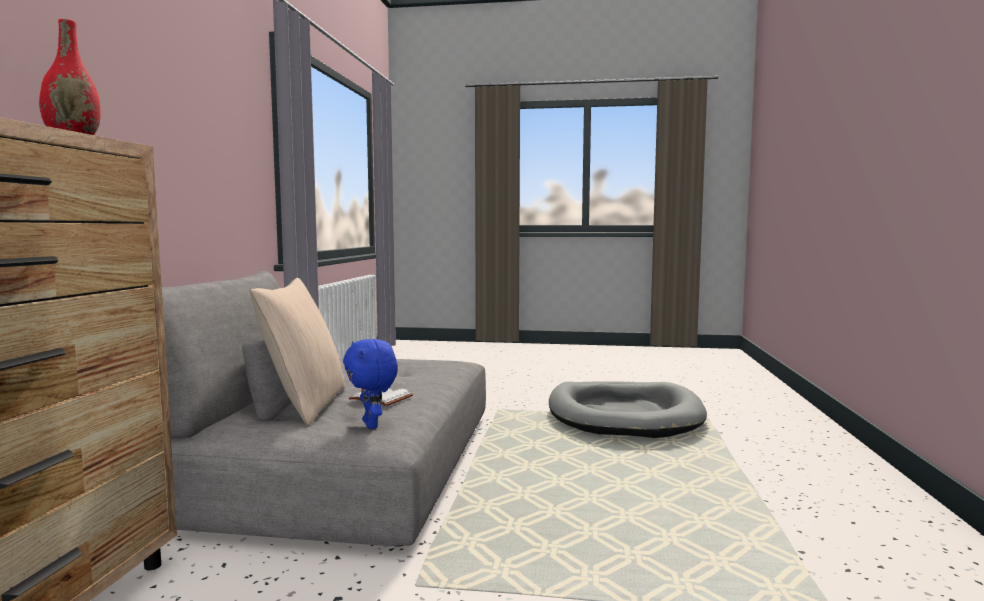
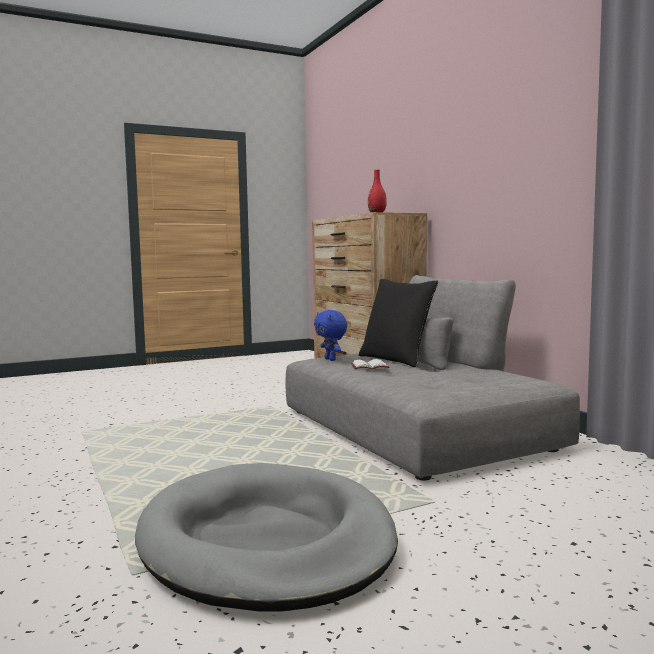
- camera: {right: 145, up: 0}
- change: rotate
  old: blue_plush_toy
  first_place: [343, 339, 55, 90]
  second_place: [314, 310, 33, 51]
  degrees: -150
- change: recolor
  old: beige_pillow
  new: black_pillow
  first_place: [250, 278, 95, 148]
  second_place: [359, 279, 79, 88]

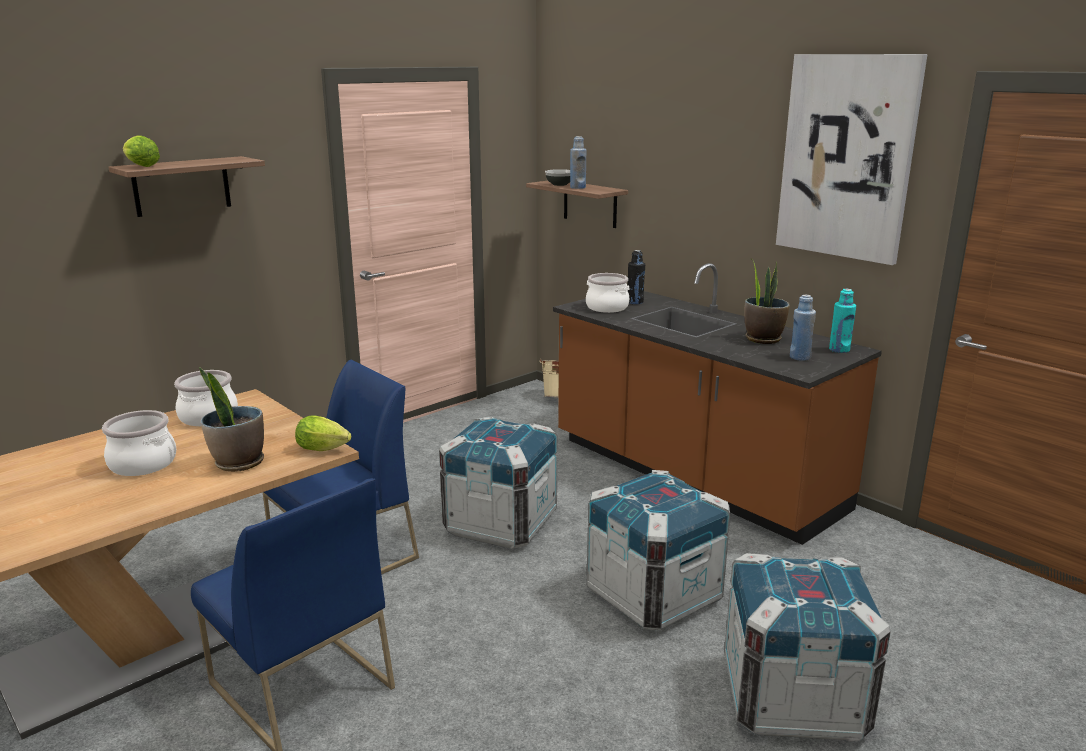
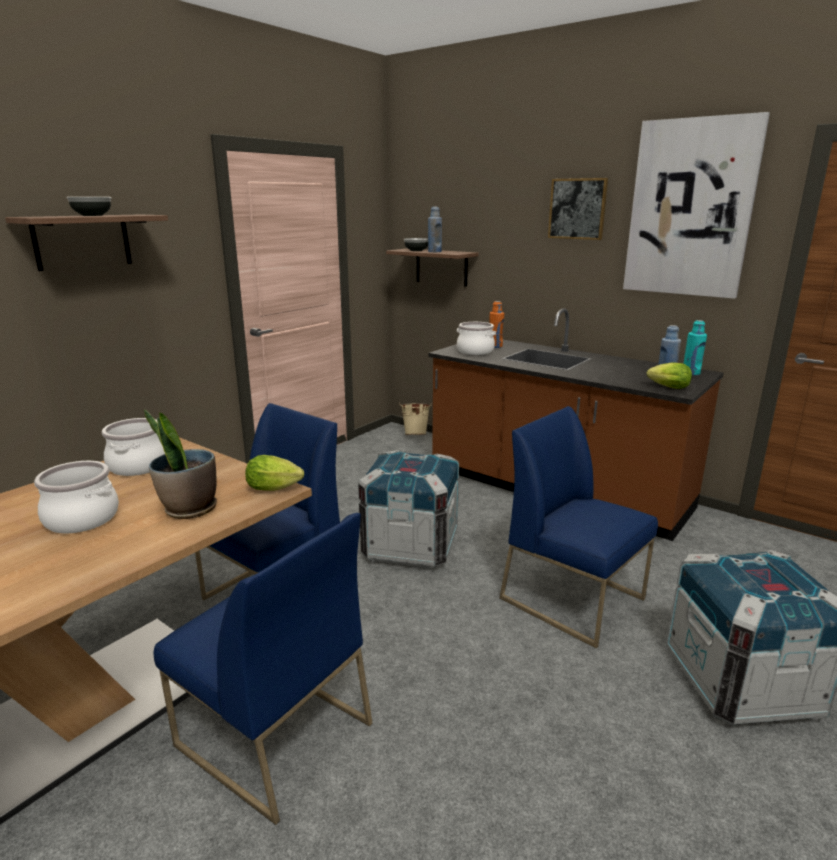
- camera: {right: -10, up: 0}
- change: insert
  new: bowl
  second_place: [67, 197, 45, 19]
- change: recolor
  old: black_bottle
  new: orange_bottle
  first_place: [627, 250, 18, 54]
  second_place: [489, 301, 15, 47]
- change: replace
  old: crate
  new: blue_chair
  first_place: [587, 470, 143, 161]
  second_place: [499, 406, 159, 242]
- change: insert
  new: picture
  second_place: [548, 178, 60, 62]
- change: move
  old: lettuce
  first_place: [123, 135, 37, 32]
  second_place: [647, 362, 45, 27]
- change: delete
  old: potted_plant
  first_place: [744, 261, 46, 83]

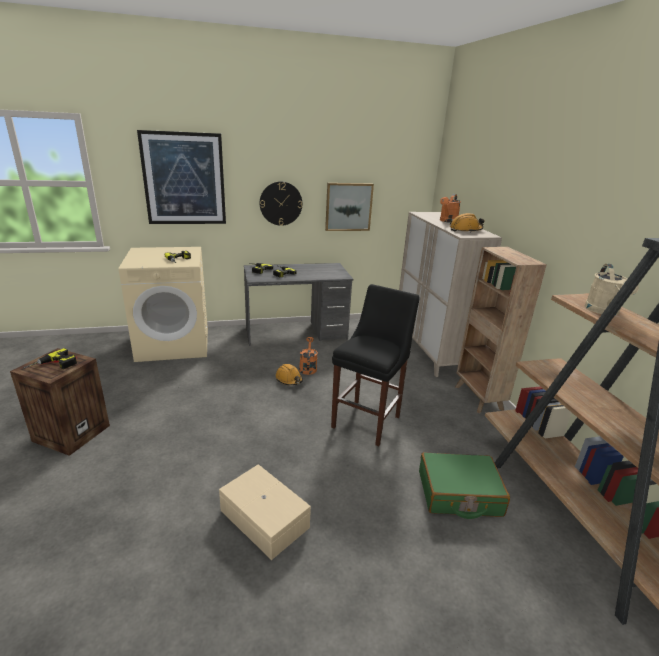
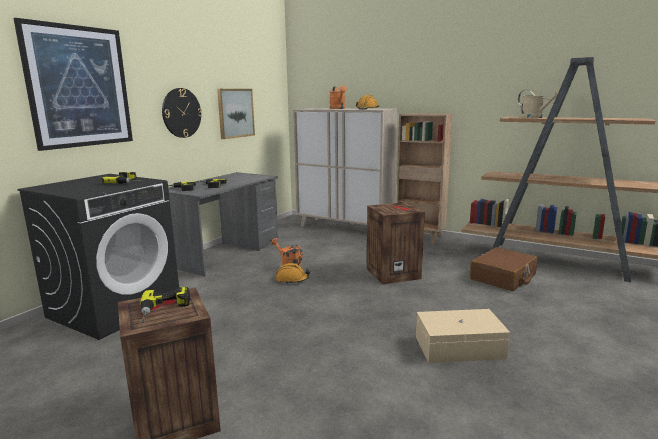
- camera: {right: -45, up: -10}
- change: recolor
  old: beige_washing_machine
  new: black_washing_machine
  first_place: [118, 247, 90, 115]
  second_place: [18, 174, 161, 166]
- change: replace
  old: black_stool
  new: crate
  first_place: [331, 284, 89, 163]
  second_place: [367, 202, 58, 82]
- change: recolor
  old: green_suitcase
  new: brown_suitcase
  first_place: [419, 452, 91, 67]
  second_place: [470, 247, 67, 44]

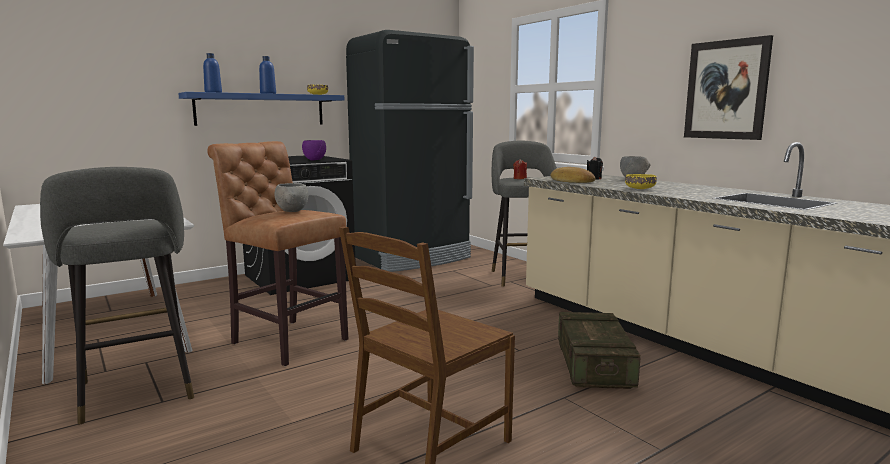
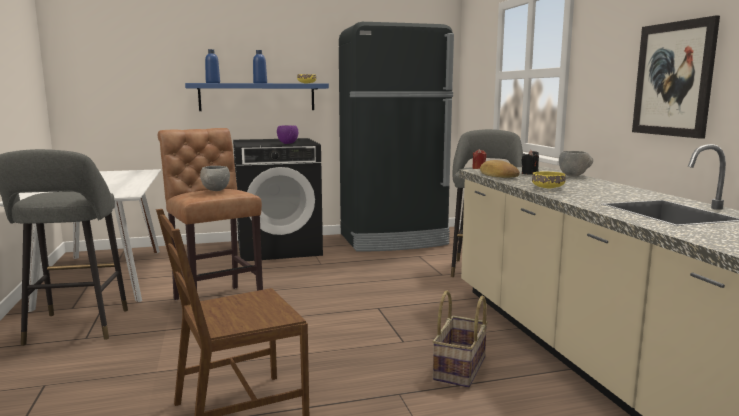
- camera: {right: 20, up: 0}
- change: replace
  old: crate
  new: basket
  first_place: [558, 312, 82, 77]
  second_place: [432, 290, 56, 98]

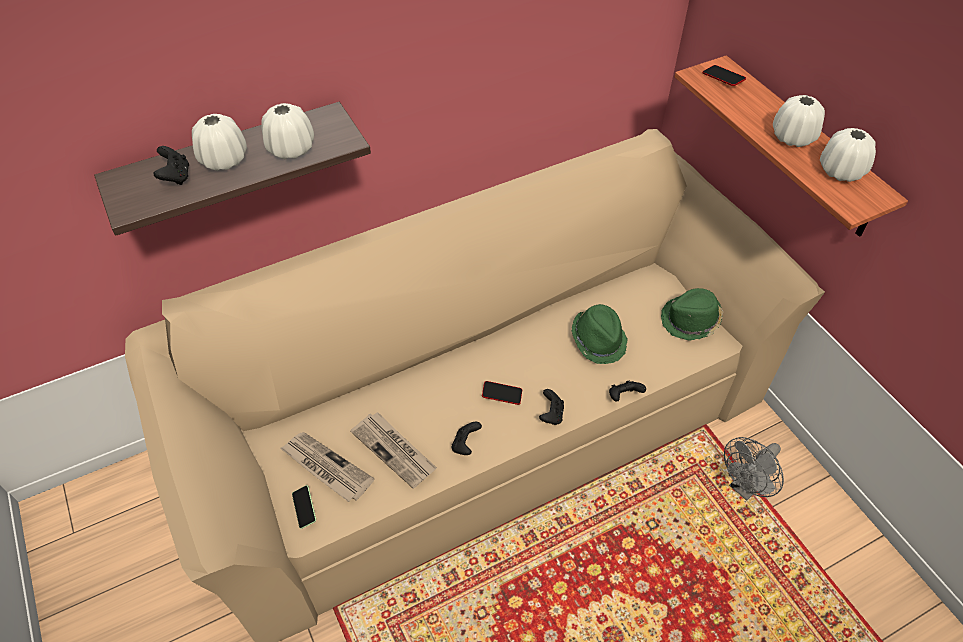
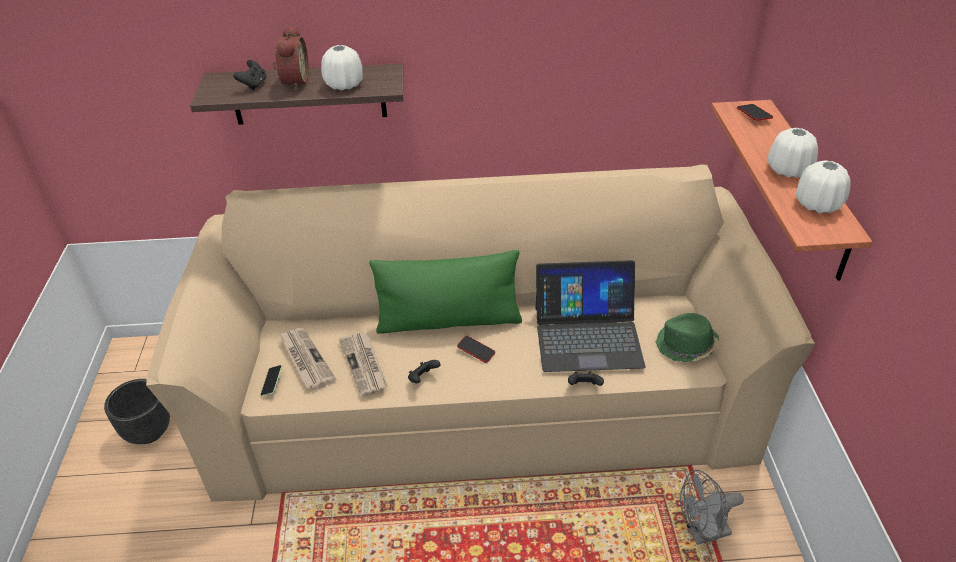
- camera: {right: 25, up: -10}
- change: insert
  new: black_planter
  second_place: [104, 379, 66, 65]
- change: replace
  old: white_vase
  new: alarm_clock
  first_place: [192, 114, 55, 57]
  second_place: [273, 25, 36, 65]
- change: insert
  new: green_pillow
  second_place: [369, 250, 153, 84]
- change: replace
  old: green_hat
  new: laptop
  first_place: [572, 304, 56, 60]
  second_place: [535, 260, 111, 112]
- change: delete
  old: black_game_controller
  first_place: [539, 389, 25, 36]

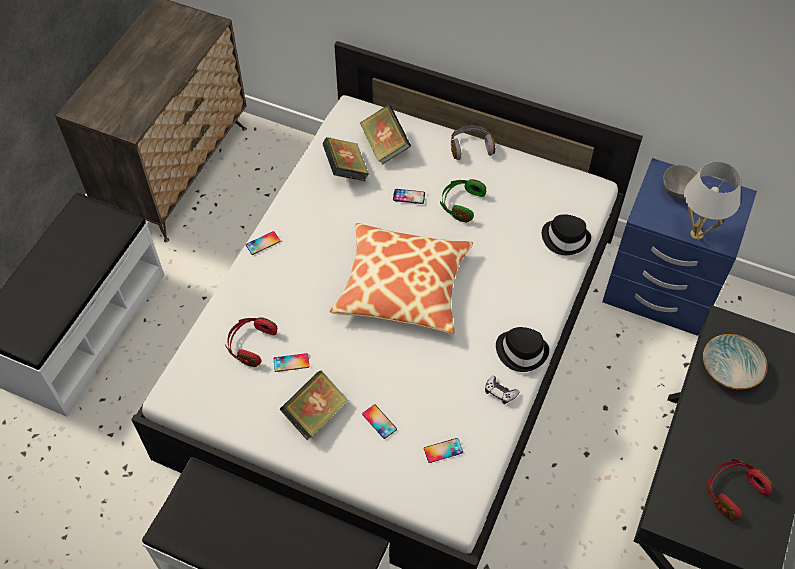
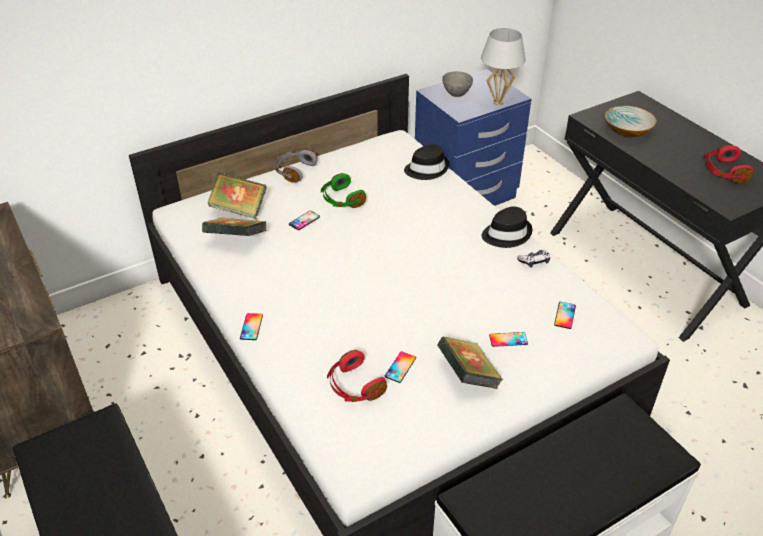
- camera: {right: -55, up: -15}
- change: delete
  old: pillow
  first_place: [330, 223, 143, 111]

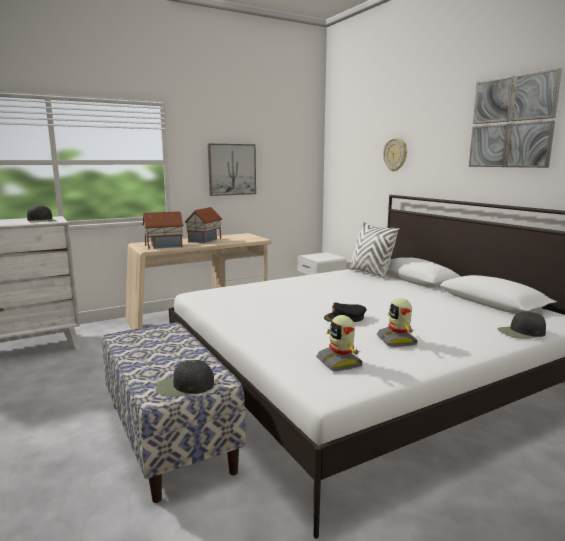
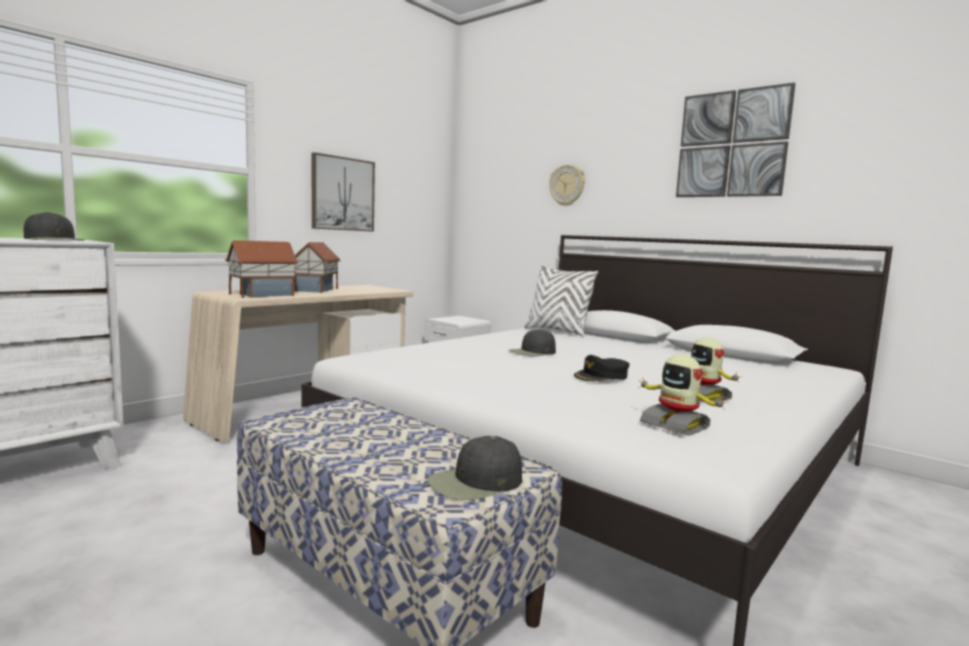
- camera: {right: -20, up: -5}
- change: move
  old: black_cap
  first_place: [498, 311, 48, 28]
  second_place: [508, 329, 48, 27]

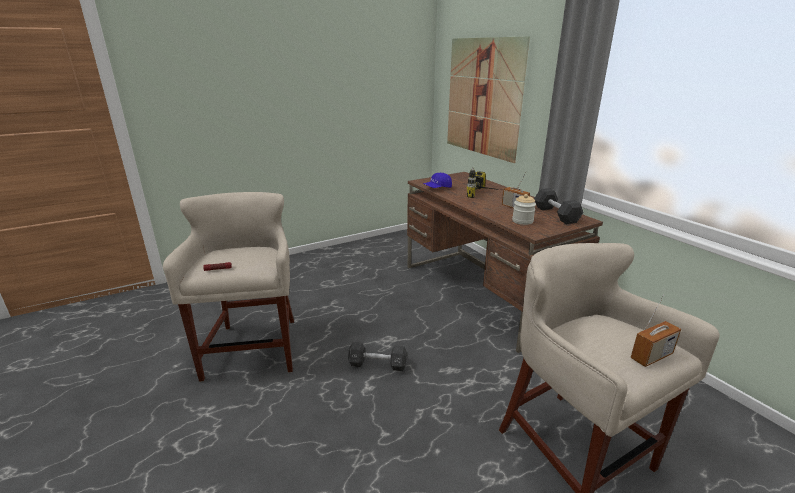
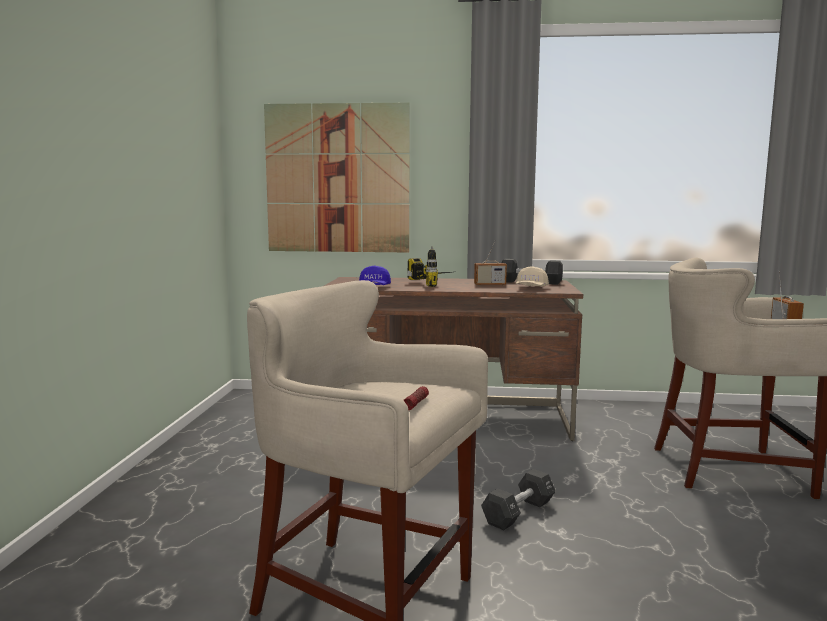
- camera: {right: -55, up: -15}
- change: replace
  old: jar
  new: beige_cap
  first_place: [512, 194, 24, 31]
  second_place: [515, 266, 34, 21]

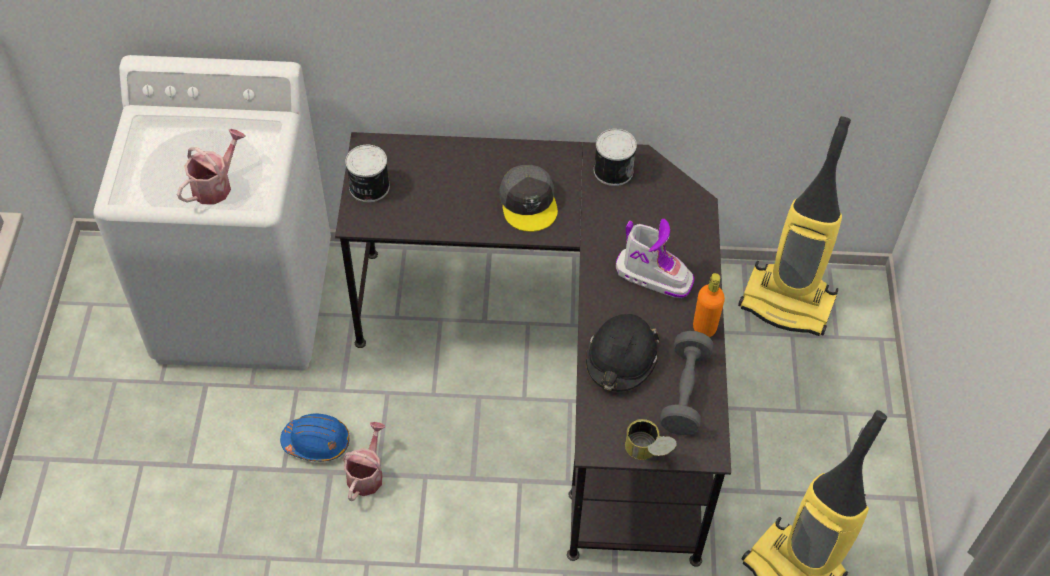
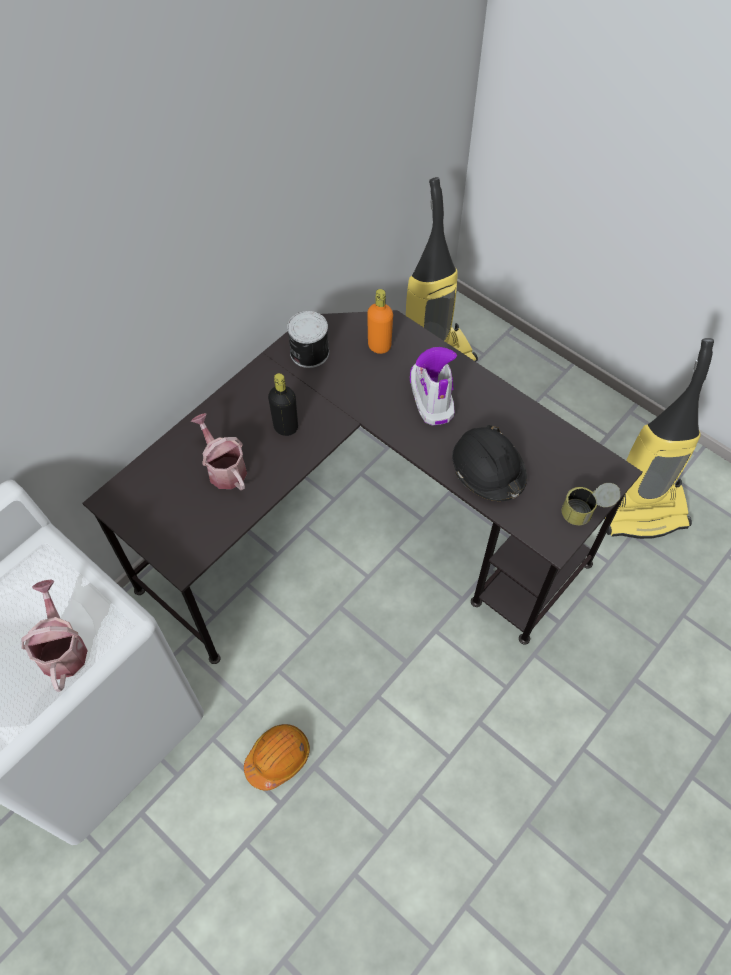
- camera: {right: -50, up: 5}
- change: move
  old: watering_can
  first_place: [343, 422, 42, 79]
  second_place: [191, 413, 56, 77]
- change: recolor
  old: blue_hard_hat
  new: orange_hard_hat
  first_place: [280, 413, 70, 49]
  second_place: [244, 724, 66, 67]
- change: replace
  old: grey_cap
  new: black_bottle
  first_place: [499, 165, 59, 67]
  second_place: [268, 373, 30, 63]
- change: move
  old: orange_bottle
  first_place: [693, 273, 32, 64]
  second_place: [367, 289, 26, 65]
- change: rotate
  old: boot
  first_place: [616, 219, 78, 79]
  second_place: [410, 347, 47, 79]
  degrees: -75
- change: delete
  old: can
  first_place: [345, 145, 45, 57]
- change: delete
  old: grey_dumbbell
  first_place: [660, 331, 53, 104]

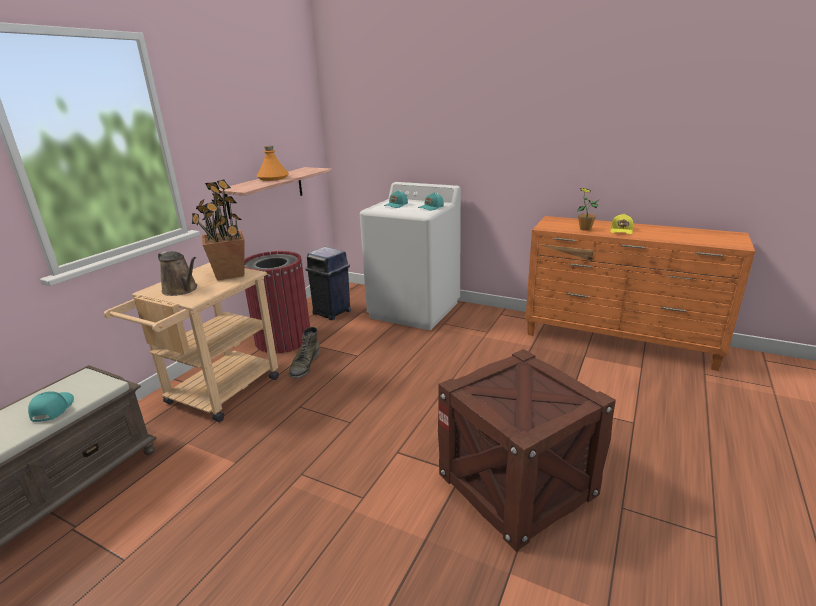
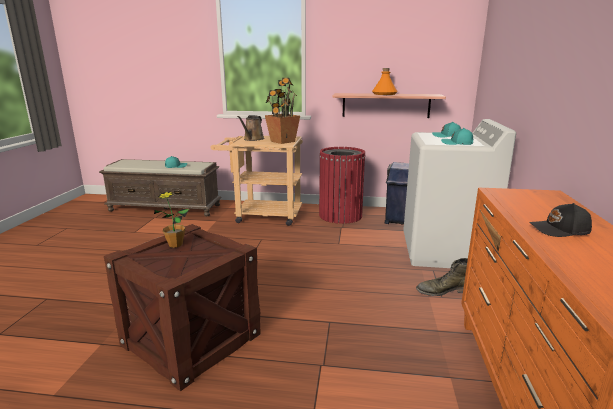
- camera: {right: 70, up: -5}
- change: move
  old: potted_plant
  first_place: [577, 188, 21, 43]
  second_place: [154, 191, 35, 57]
- change: move
  old: green_boot
  first_place: [288, 327, 32, 52]
  second_place: [416, 258, 52, 38]
- change: recolor
  old: yellow_cap
  new: black_cap
  first_place: [611, 214, 22, 20]
  second_place: [529, 203, 63, 34]

